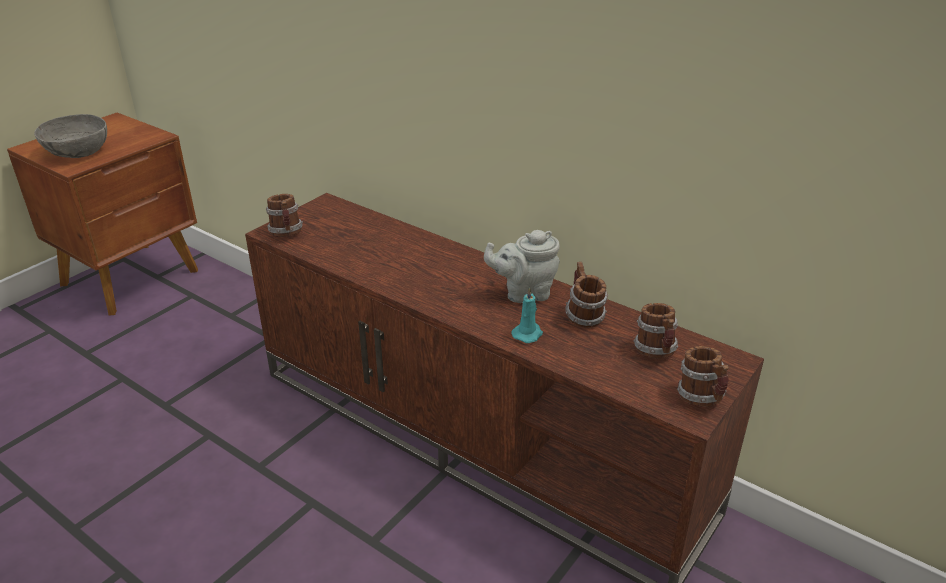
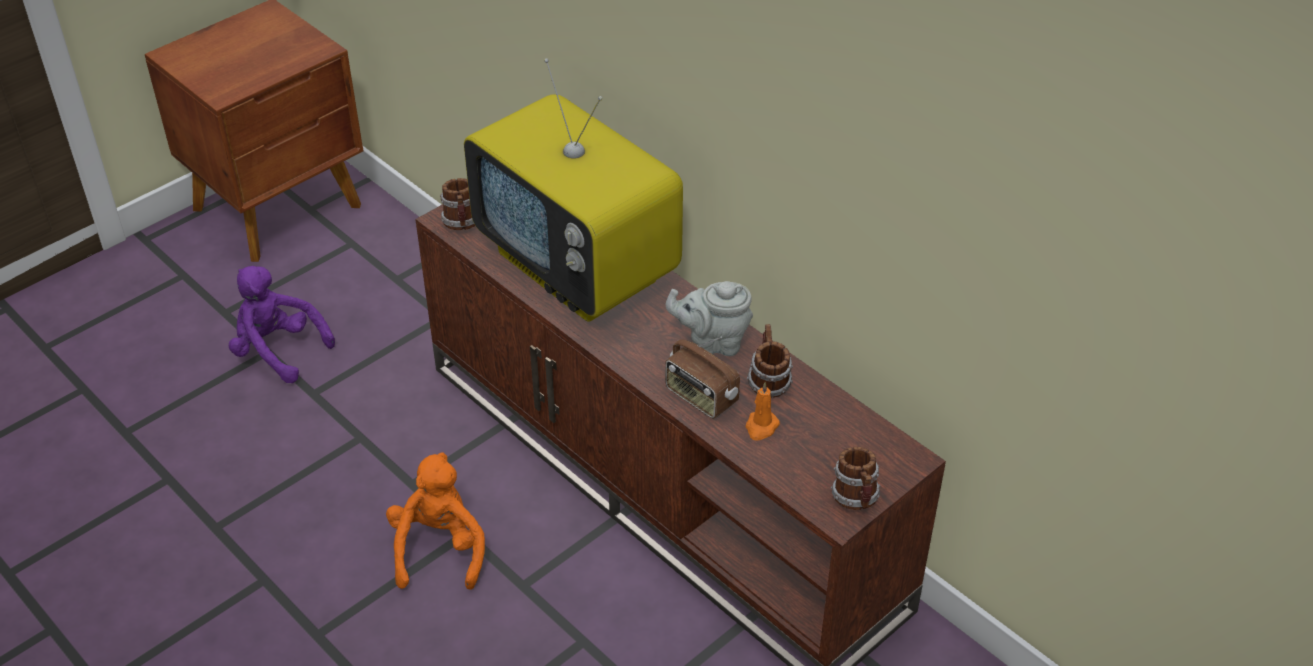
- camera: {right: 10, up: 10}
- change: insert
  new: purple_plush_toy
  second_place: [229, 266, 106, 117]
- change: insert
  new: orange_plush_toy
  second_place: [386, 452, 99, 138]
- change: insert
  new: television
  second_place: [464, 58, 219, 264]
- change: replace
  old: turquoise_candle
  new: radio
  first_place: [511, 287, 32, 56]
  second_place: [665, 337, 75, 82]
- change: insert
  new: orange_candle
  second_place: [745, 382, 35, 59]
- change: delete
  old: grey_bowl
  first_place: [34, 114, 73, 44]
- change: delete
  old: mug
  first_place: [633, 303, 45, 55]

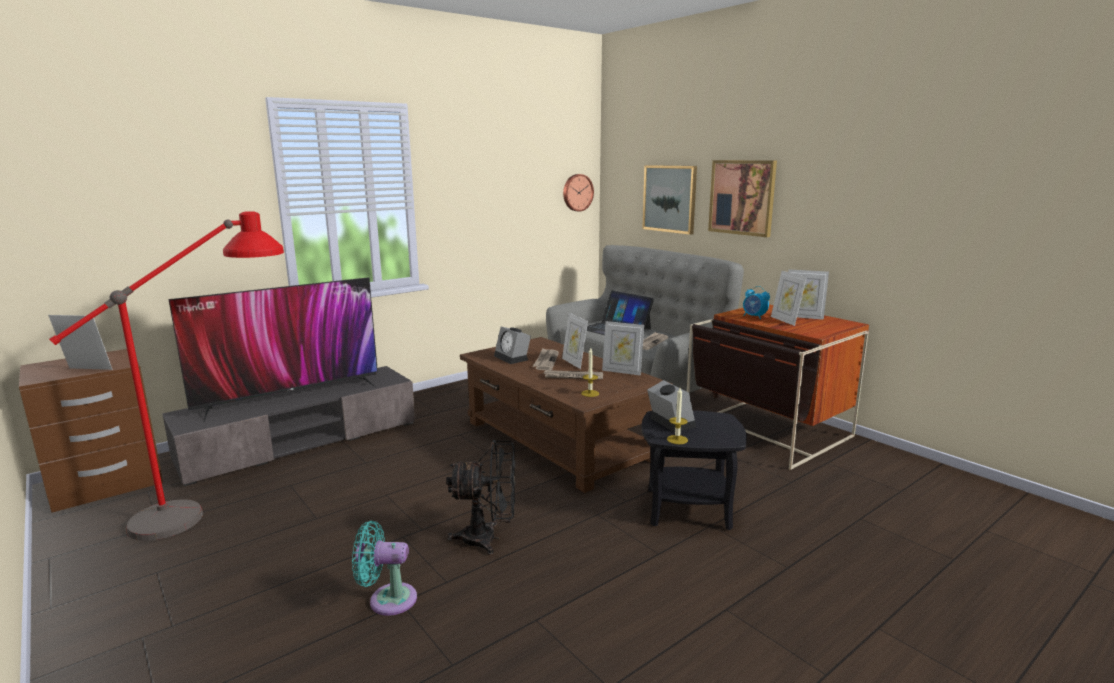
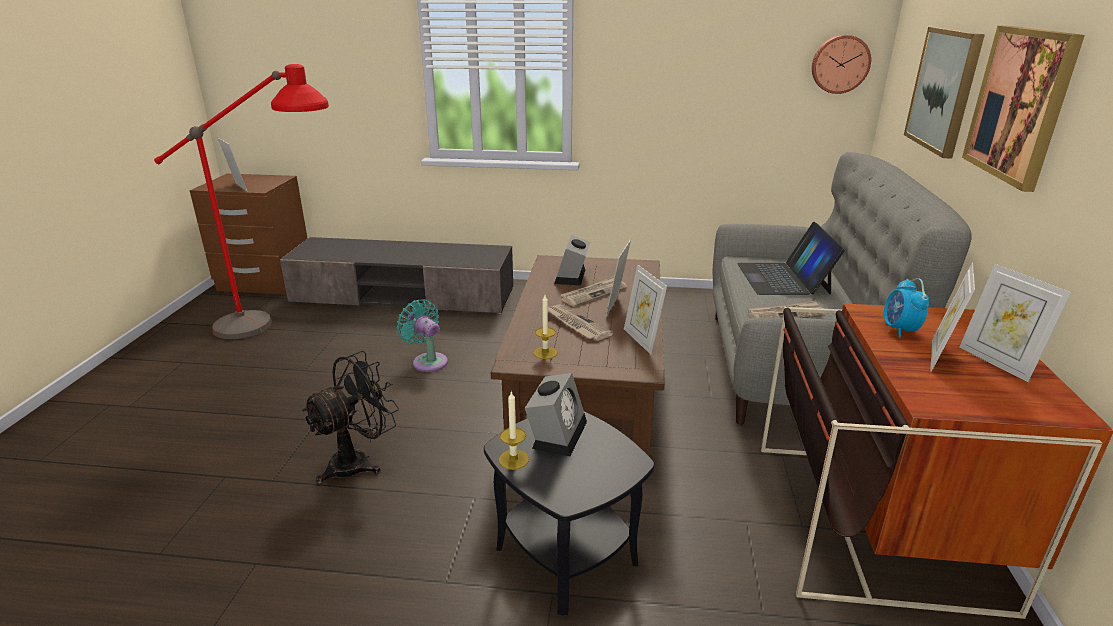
- camera: {right: 45, up: 10}
- change: rotate
  old: black_fan
  first_place: [446, 440, 70, 115]
  second_place: [302, 351, 97, 134]
  degrees: -90
- change: move
  old: turquoise_fan
  first_place: [352, 521, 65, 95]
  second_place: [397, 299, 51, 73]
- change: delete
  old: television
  first_place: [168, 277, 210, 145]

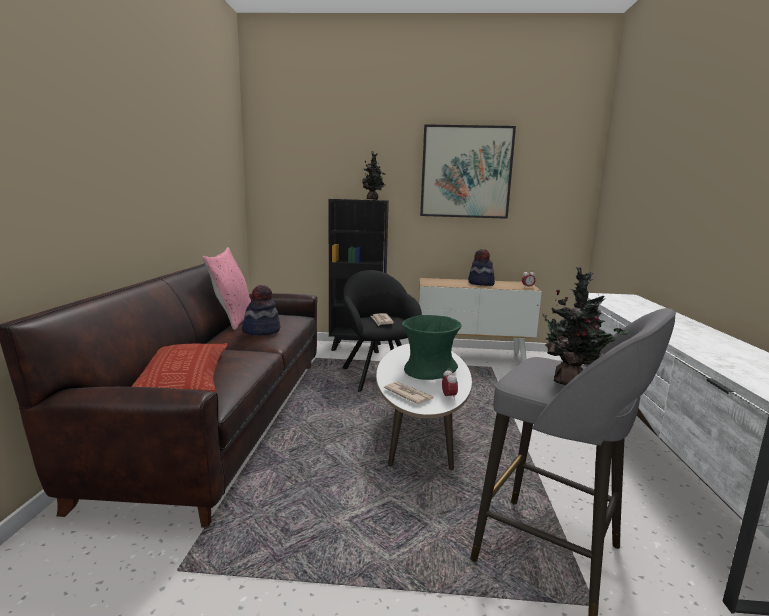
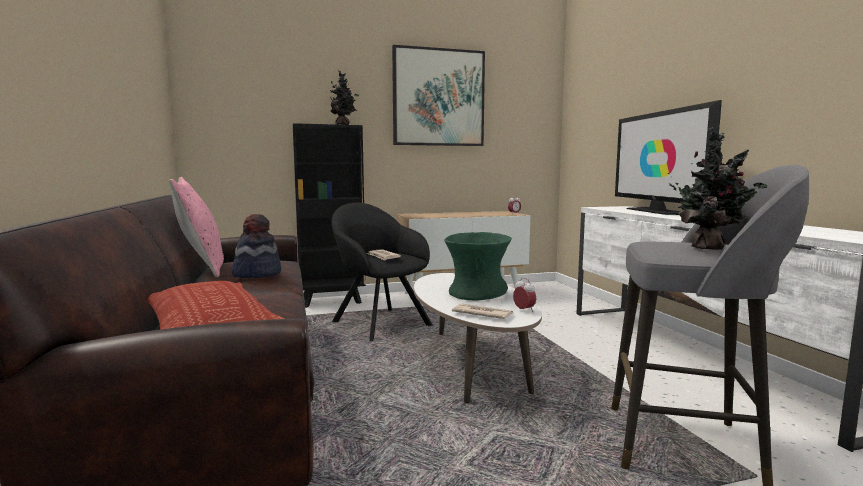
- camera: {right: -20, up: -5}
- change: insert
  new: television
  second_place: [615, 100, 107, 115]
- change: delete
  old: hat
  first_place: [468, 249, 27, 37]

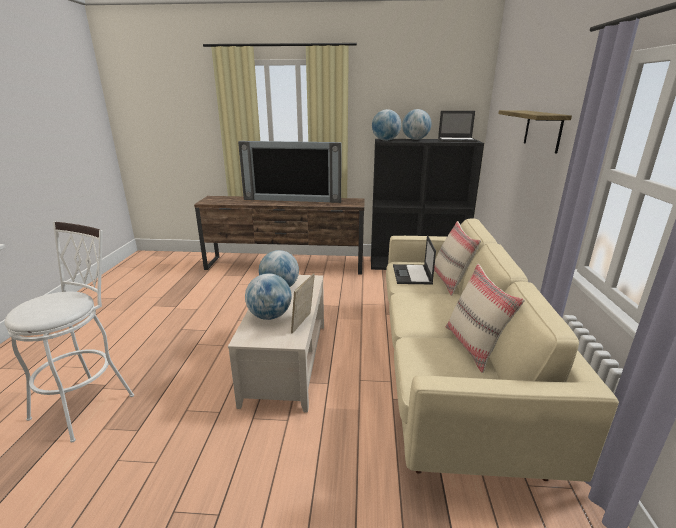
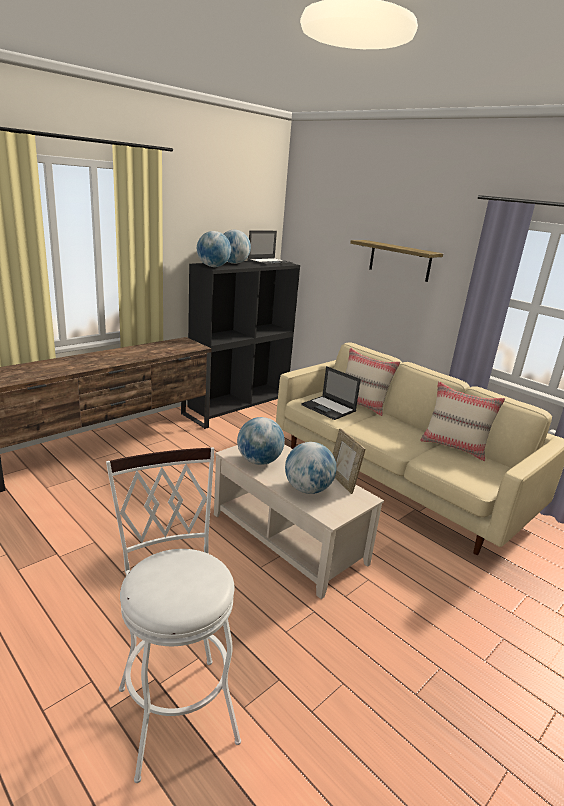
- camera: {right: -50, up: 0}
- change: delete
  old: television
  first_place: [238, 141, 103, 62]

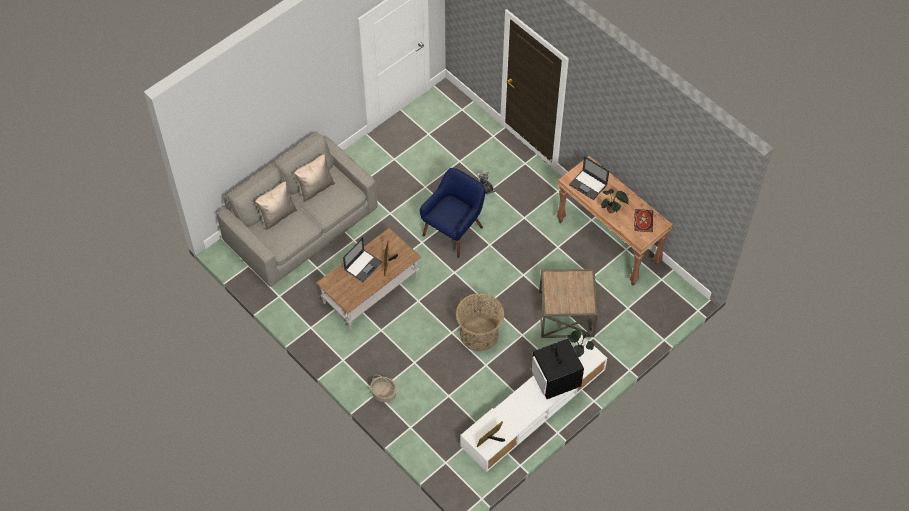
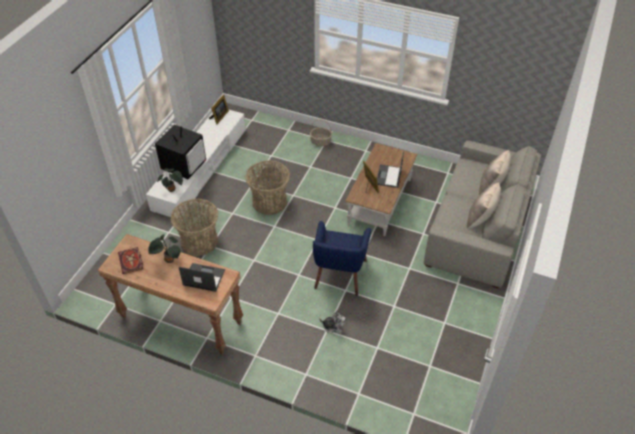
- camera: {right: 155, up: -10}
- change: rotate
  old: television
  first_place: [531, 339, 53, 60]
  second_place: [155, 125, 51, 54]
  degrees: 75
- change: replace
  old: brown_side_table
  new: basket
  first_place: [539, 269, 59, 69]
  second_place: [171, 199, 47, 57]

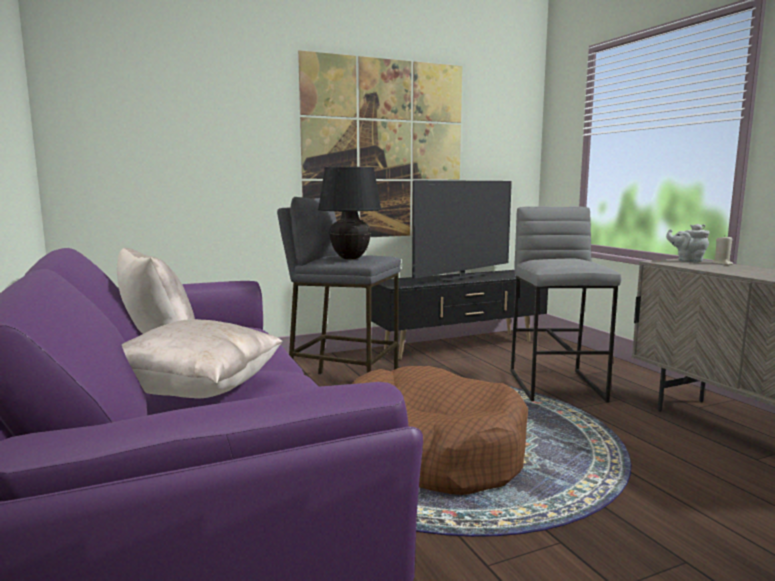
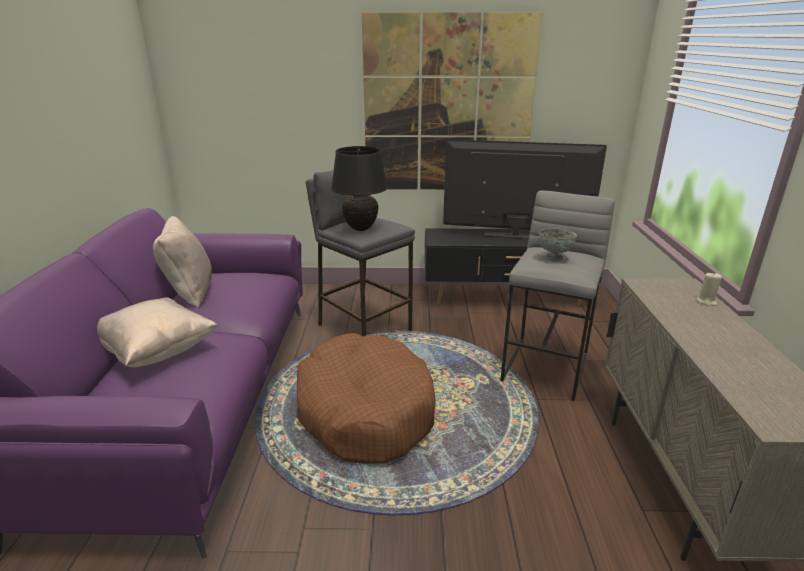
- camera: {right: 25, up: 15}
- change: rotate
  old: television
  first_place: [412, 180, 100, 101]
  second_place: [443, 139, 164, 100]
  degrees: -150
- change: insert
  new: grey_bowl
  second_place: [538, 228, 39, 34]
- change: delete
  old: grey_teapot
  first_place: [666, 224, 43, 38]

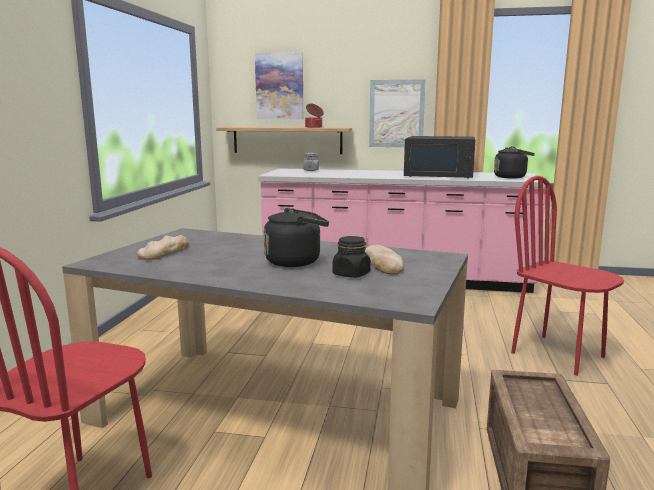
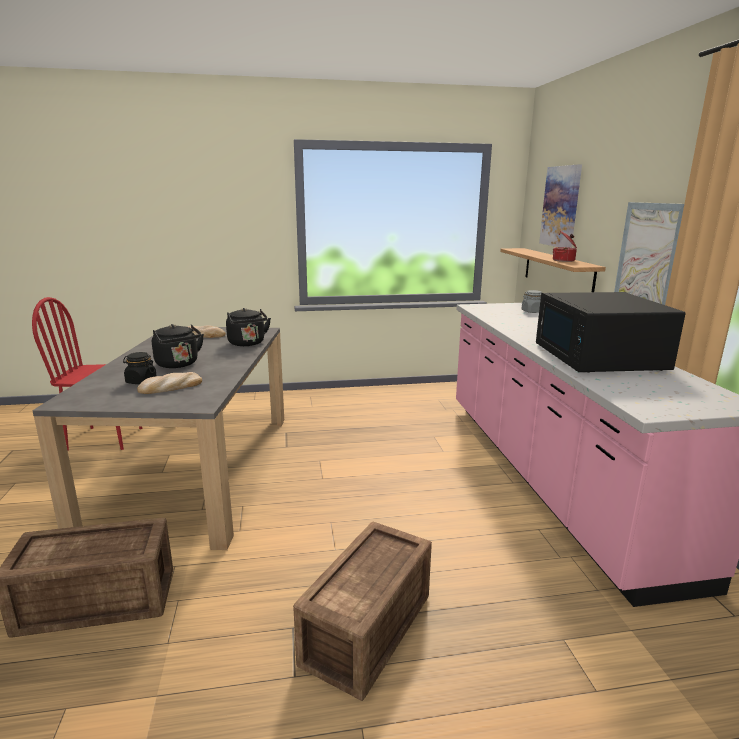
- camera: {right: 70, up: 5}
- change: move
  old: black_kettle
  first_place: [494, 146, 41, 32]
  second_place: [226, 308, 45, 38]
- change: replace
  old: red_chair
  new: crate
  first_place: [511, 176, 113, 200]
  second_place: [293, 522, 139, 179]

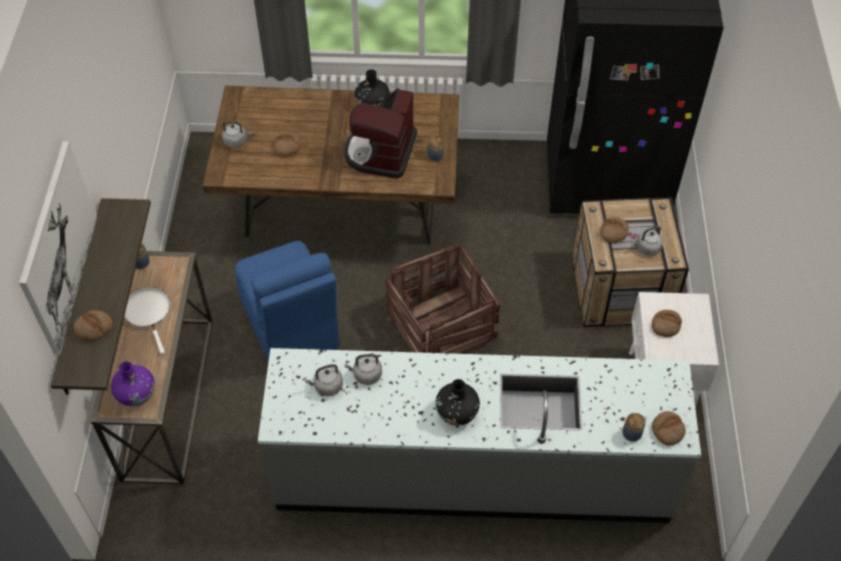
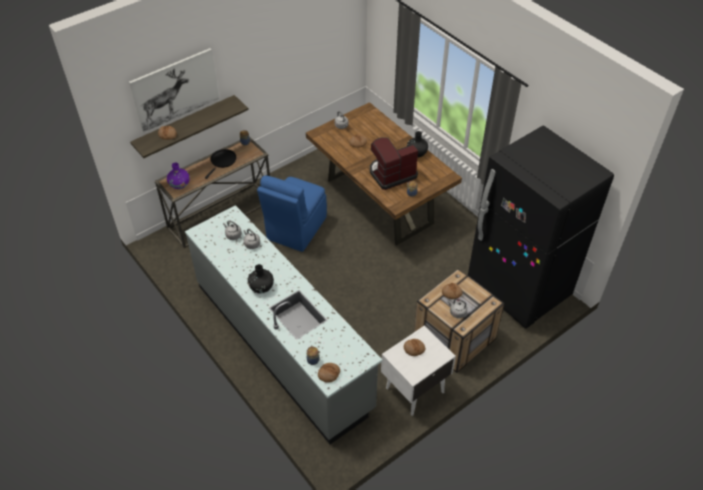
- camera: {right: 50, up: -5}
- change: recolor
  old: white_frying_pan
  new: black_frying_pan
  first_place: [124, 287, 46, 67]
  second_place: [205, 149, 31, 30]
- change: delete
  old: crate
  first_place: [386, 244, 114, 110]

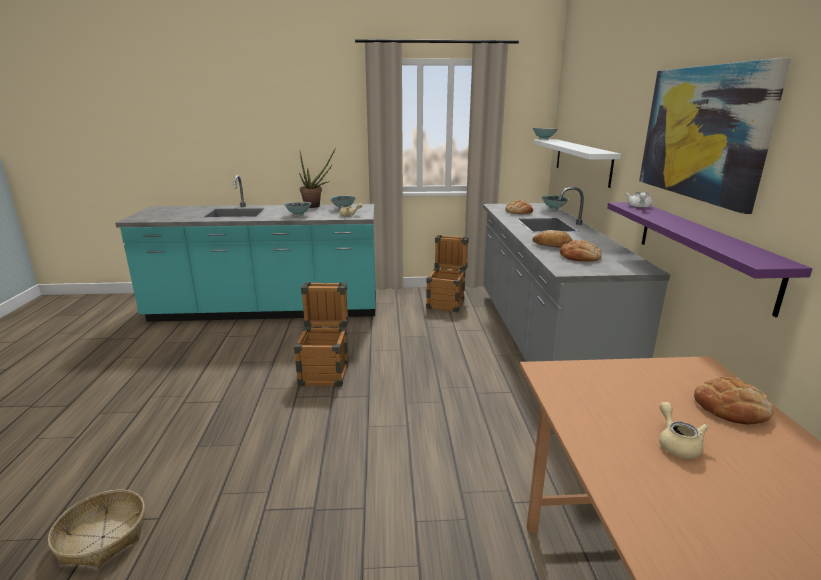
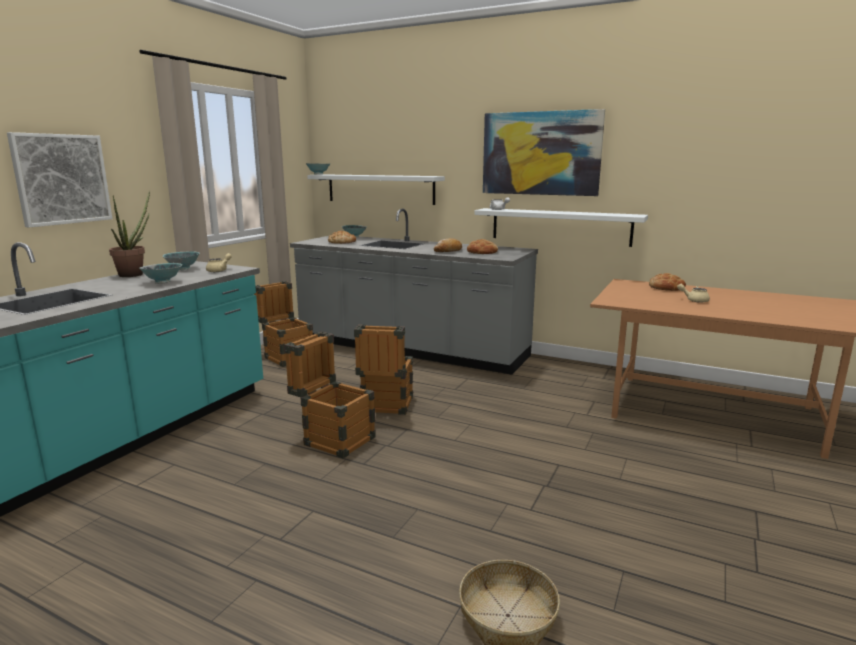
- camera: {right: -60, up: -5}
- change: insert
  new: picture
  second_place: [7, 132, 105, 96]
- change: insert
  new: crate
  second_place: [354, 324, 59, 91]
- change: recolor
  old: purple_shelf
  new: white_shelf
  first_place: [607, 202, 206, 115]
  second_place: [475, 208, 173, 39]

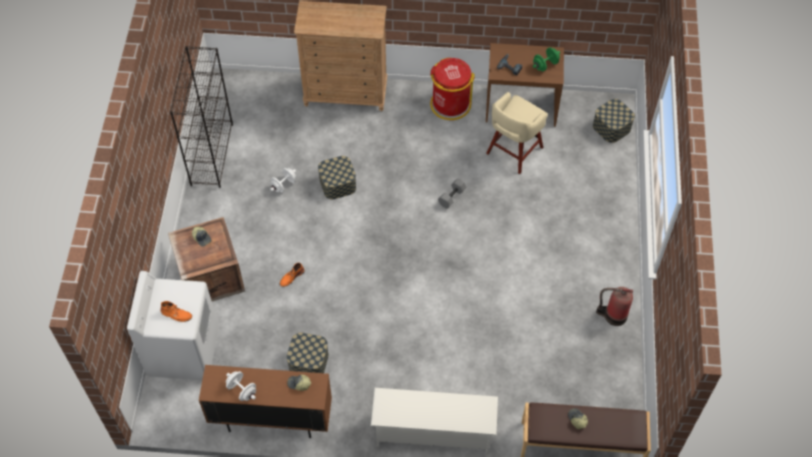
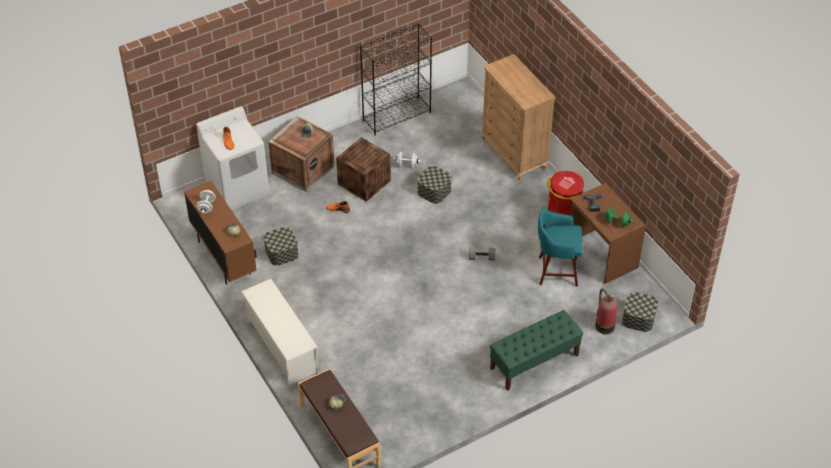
- camera: {right: 55, up: -10}
- change: insert
  new: crate
  second_place: [336, 137, 55, 65]
- change: insert
  new: green_bench
  second_place: [490, 310, 93, 81]
- change: recolor
  old: beige_stool
  new: turquoise_stool
  first_place: [486, 92, 62, 82]
  second_place: [538, 207, 45, 80]
- change: move
  old: fire_extinguisher
  first_place: [596, 287, 37, 39]
  second_place: [595, 289, 23, 45]

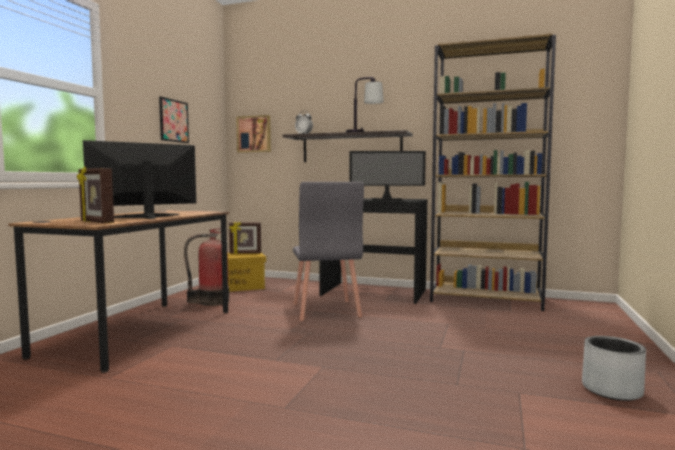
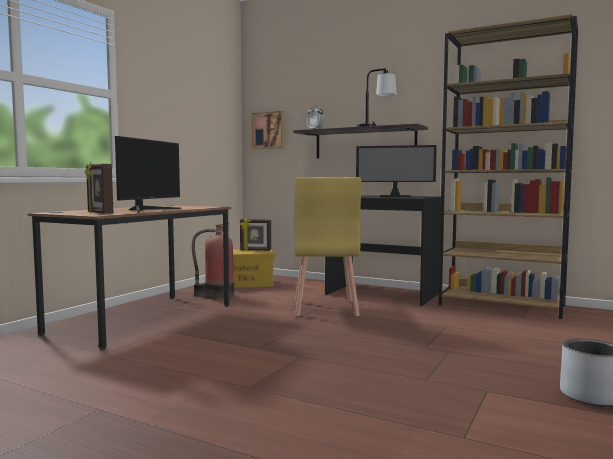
- camera: {right: 10, up: 0}
- change: rotate
  old: monitor
  first_place: [83, 140, 113, 79]
  second_place: [115, 136, 66, 77]
  degrees: 135
- change: recolor
  old: grey_chair
  new: yellow_chair
  first_place: [293, 182, 71, 139]
  second_place: [295, 177, 66, 139]
- change: delete
  old: picture
  first_place: [159, 97, 30, 46]

